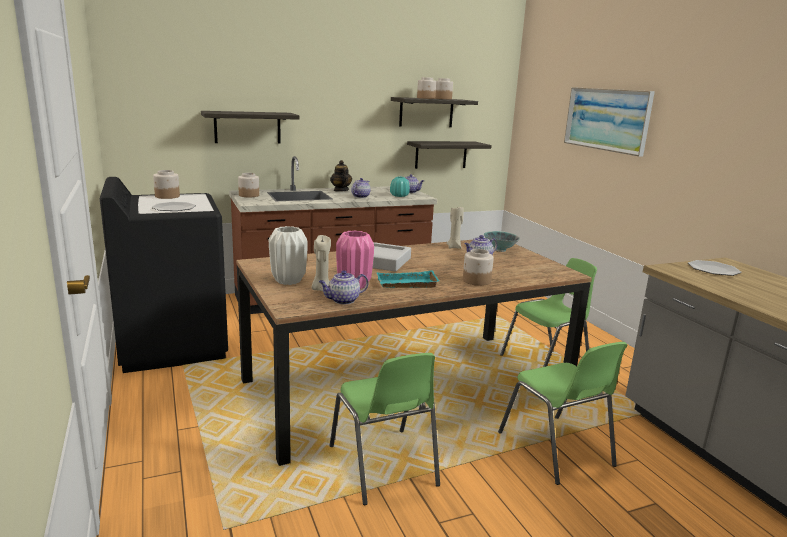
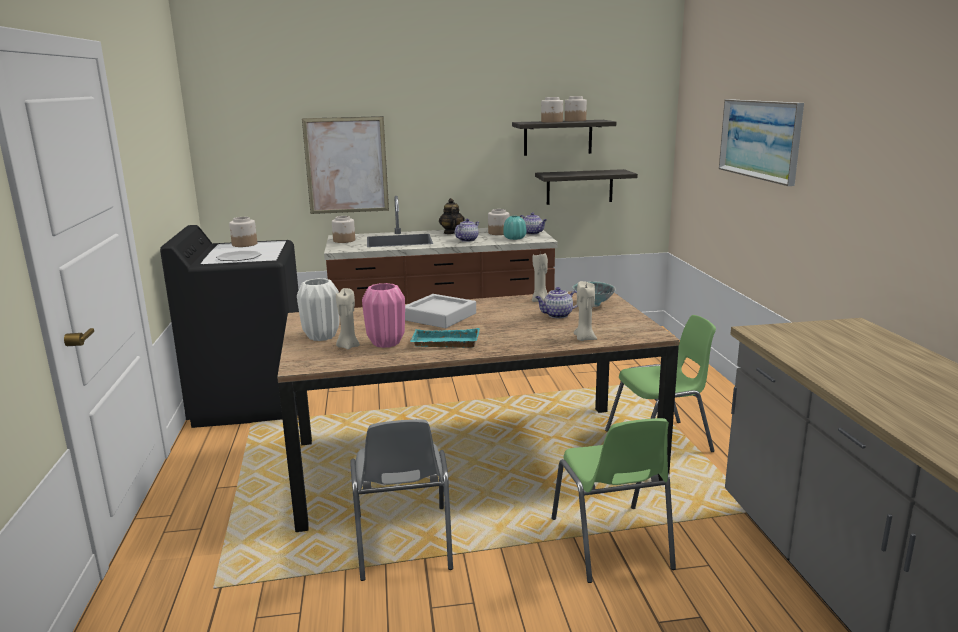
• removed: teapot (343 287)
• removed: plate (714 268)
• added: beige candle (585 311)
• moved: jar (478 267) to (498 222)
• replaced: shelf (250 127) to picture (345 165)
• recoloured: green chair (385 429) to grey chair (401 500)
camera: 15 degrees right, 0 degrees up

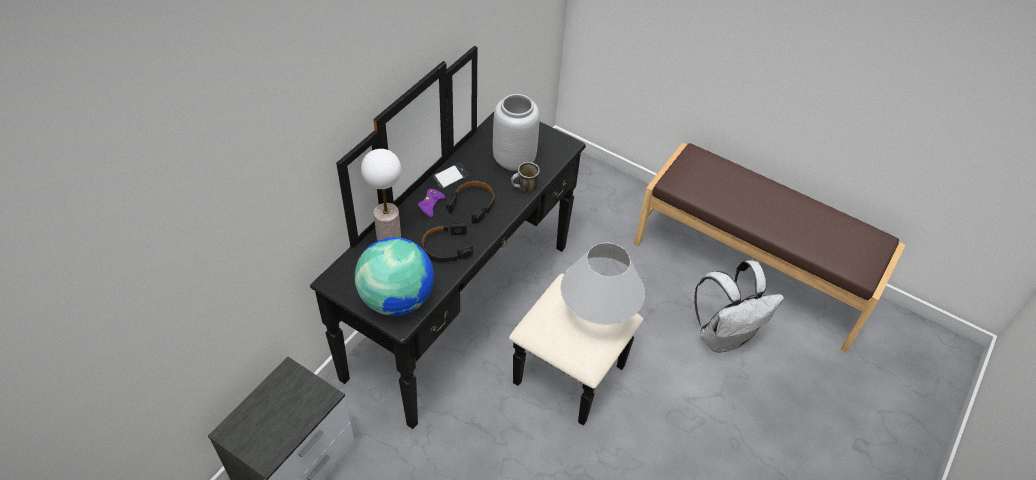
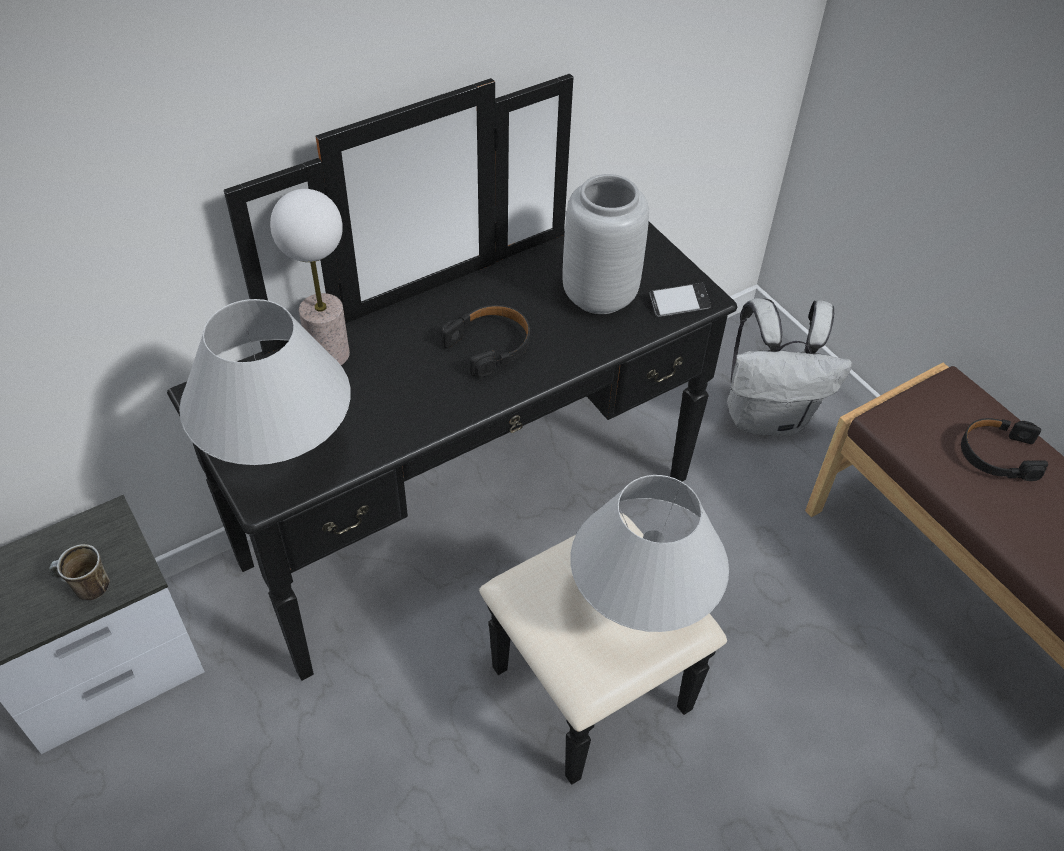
• removed: purple game controller (431 203)
• moved: black headphones (447 242) to (1004 449)
• moved: phone (451 175) to (680 300)
• moved: mug (525 177) to (79 572)
• moved: white backpack (739 306) to (789 367)
• replaced: globe (394 276) to white table lamp (265 382)
camera: 25 degrees right, 0 degrees up

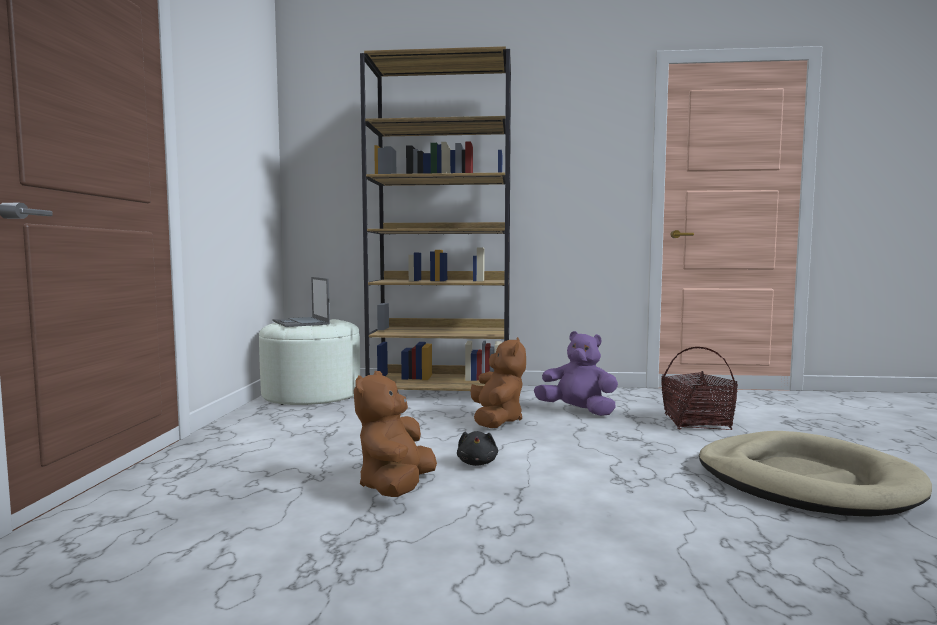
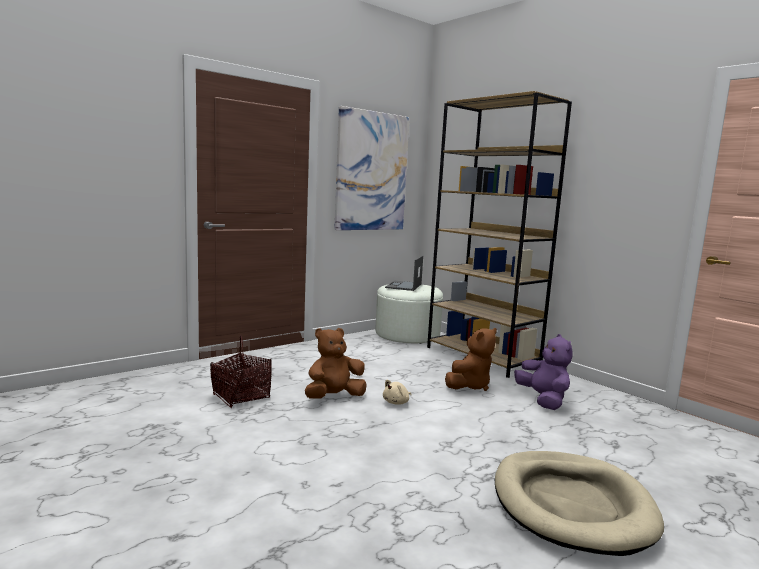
• added: picture (372 168)
• moved: basket (699 388) to (241 371)
• recoloured: black plush toy (477 448) to beige plush toy (397 392)
camera: 45 degrees right, 5 degrees up

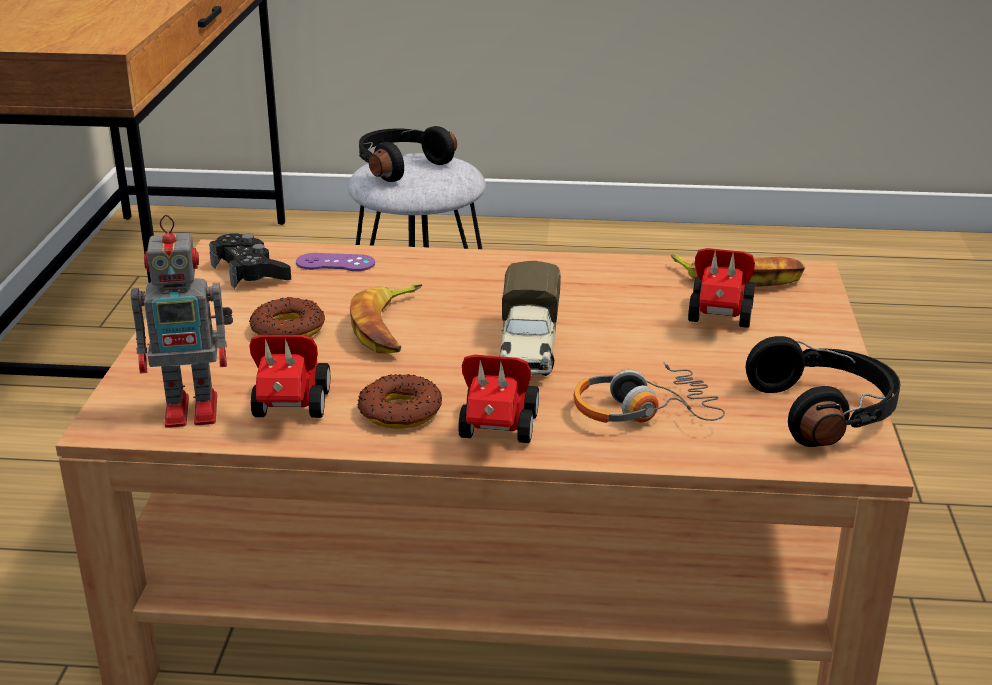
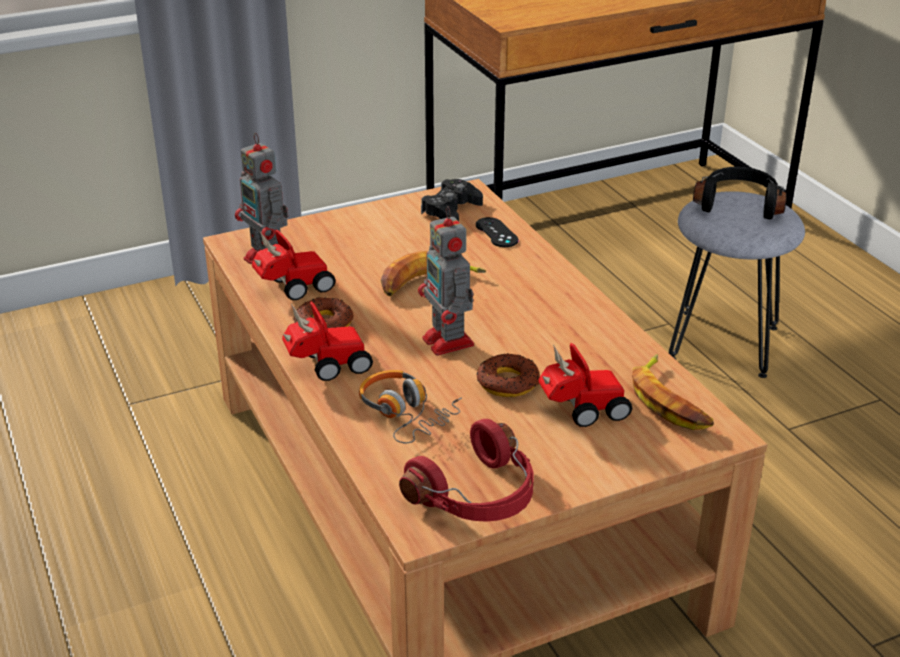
• moved: donut (287 317) to (508 375)
• replaced: toy truck (530 318) to toy robot (446 281)
• recoloured: purple game controller (335 262) to black game controller (497 232)
• recoloured: black headphones (823 391) to red headphones (466 470)
camera: 60 degrees right, 5 degrees up

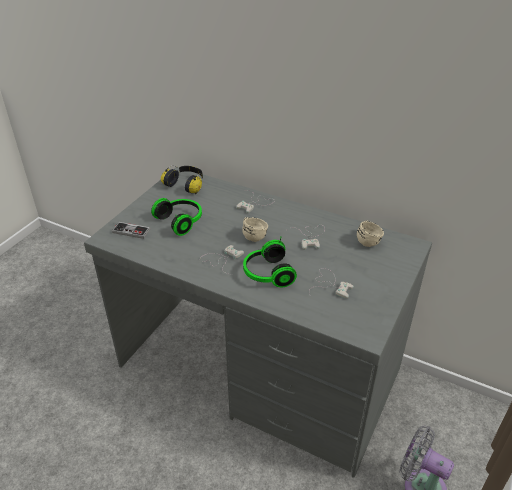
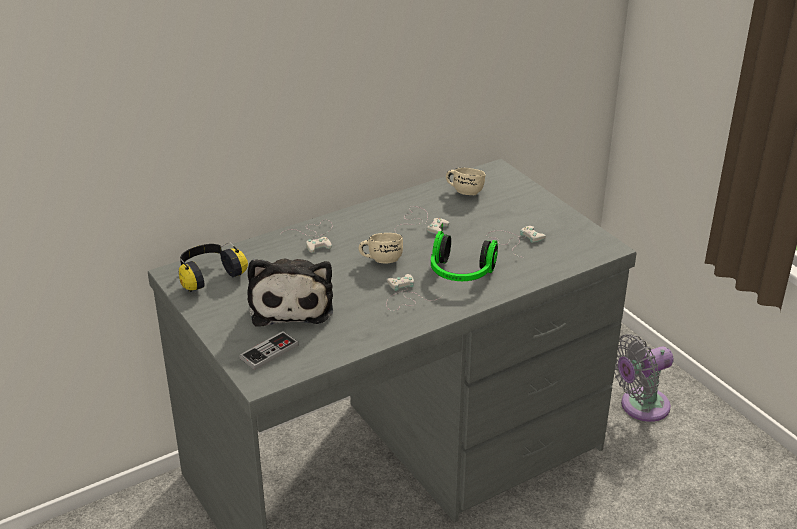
• replaced: headphones (176 217) to plush toy (290 292)
camera: 60 degrees left, 5 degrees down

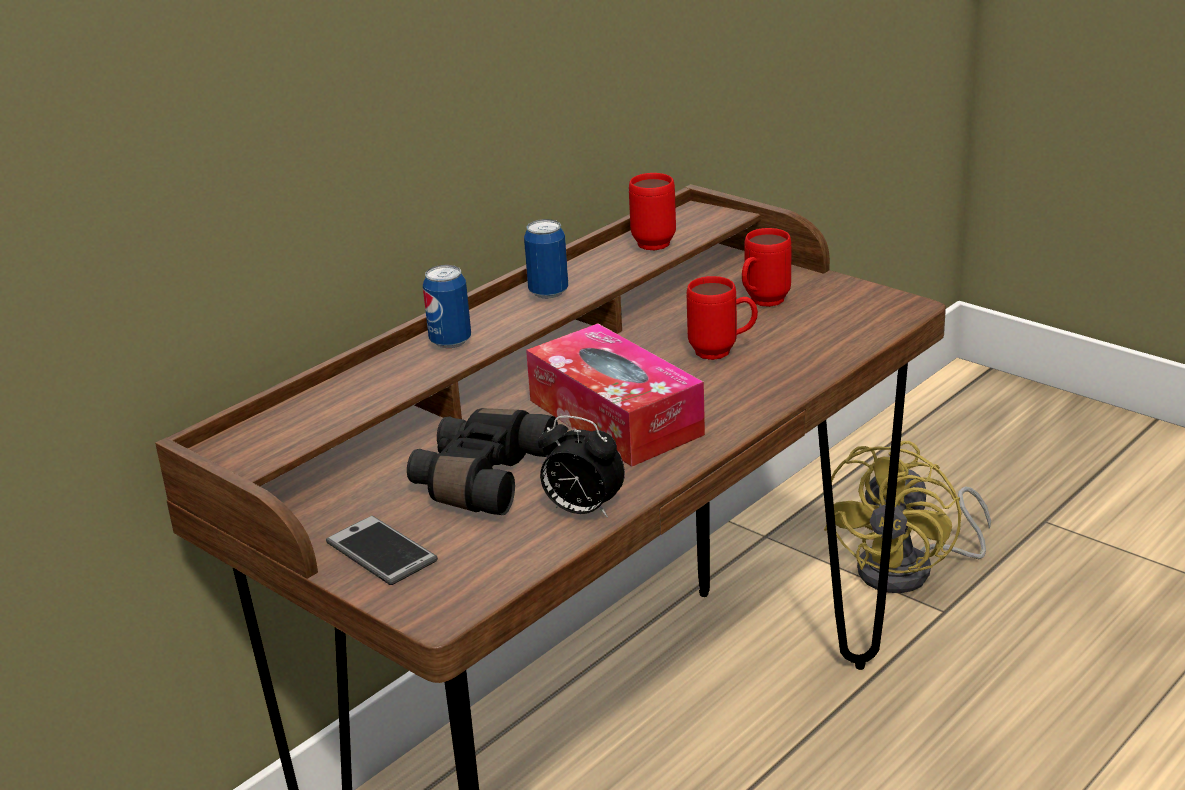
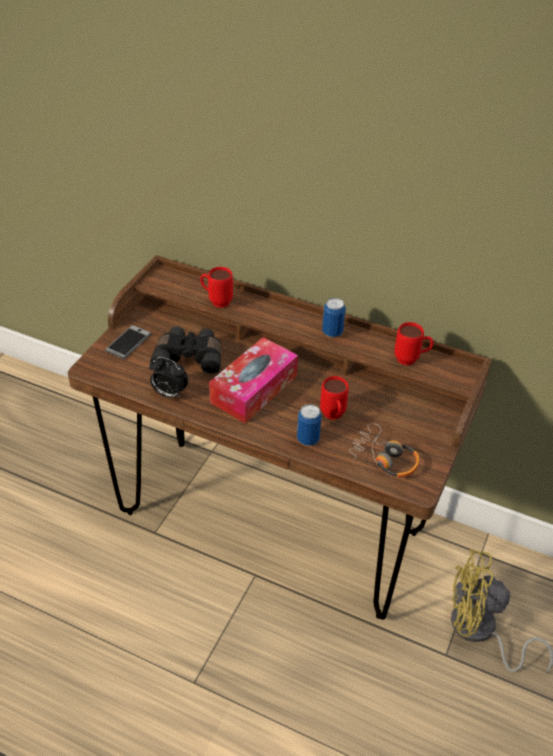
• added: headphones (384 450)
• moved: can (447 306) to (309 425)
• moved: red mug (766 267) to (216 287)
• turned: alarm clock (581 467) = (169 378) 75 degrees counterclockwise
camera: 70 degrees right, 15 degrees up

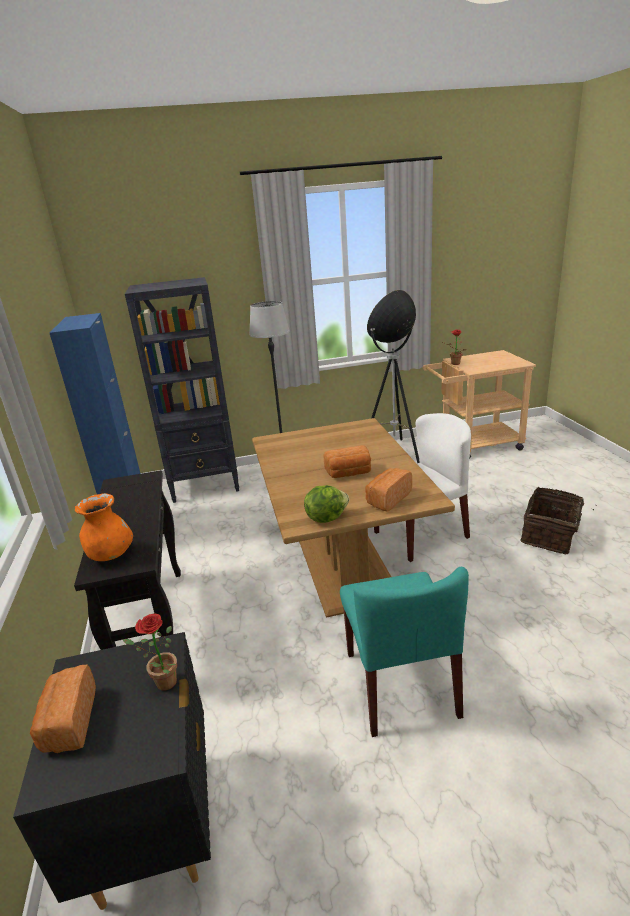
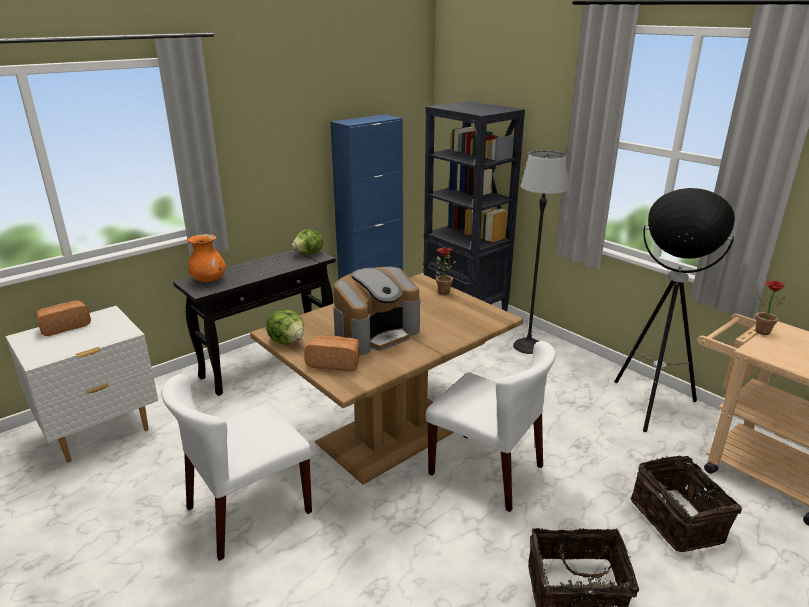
• added: lettuce (307 241)
• added: basket (686 504)
• moved: potted plant (149 652) to (445 271)
• replaced: bread (347 461) to coffee machine (376 311)
• recoloured: black nightstand (112 771) to white nightstand (82 384)
• recoloured: turquoise chair (404 652) to white chair (236 467)
camera: 60 degrees right, 0 degrees up

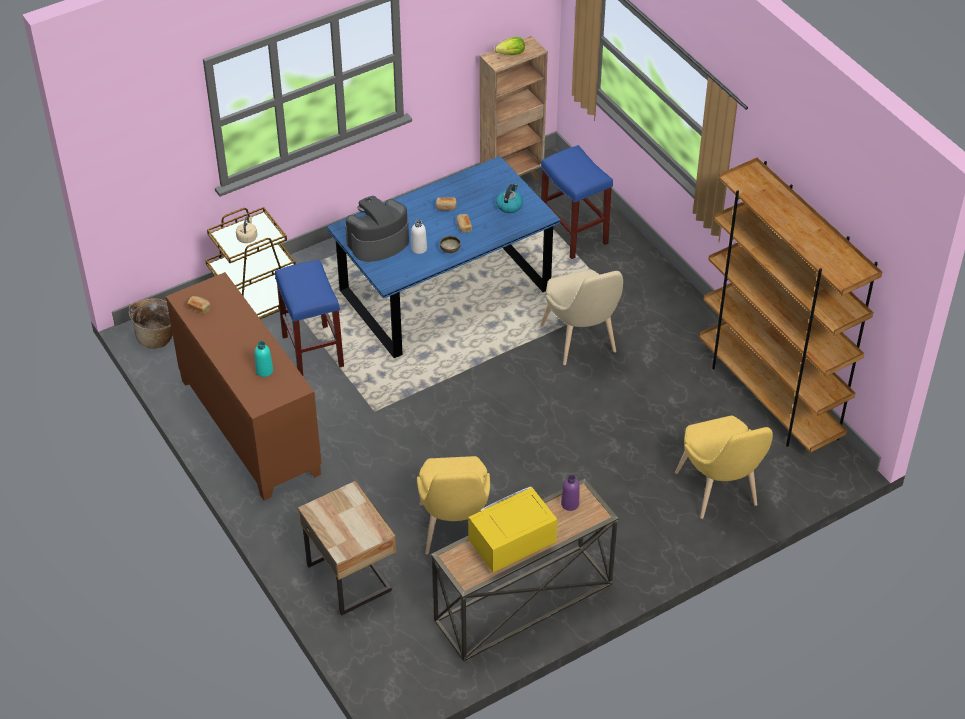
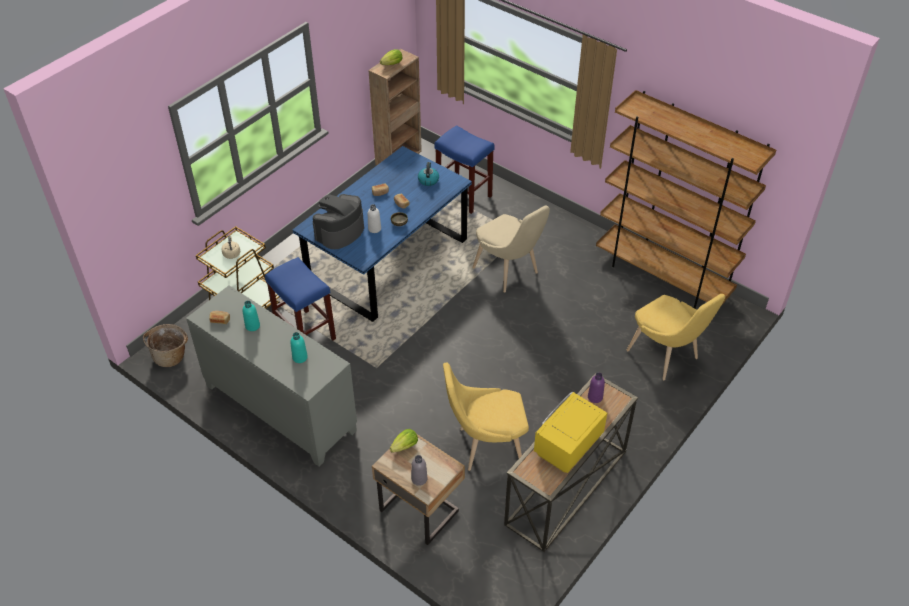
• added: turquoise bottle (251 316)
• added: lettuce (404 441)
• added: grey bottle (419 470)
• recoloured: brown cabinet (244 386) to grey cabinet (271 376)
• turned: yellow chair (453 505) = (486 416) 105 degrees clockwise
camera: 20 degrees left, 0 degrees up

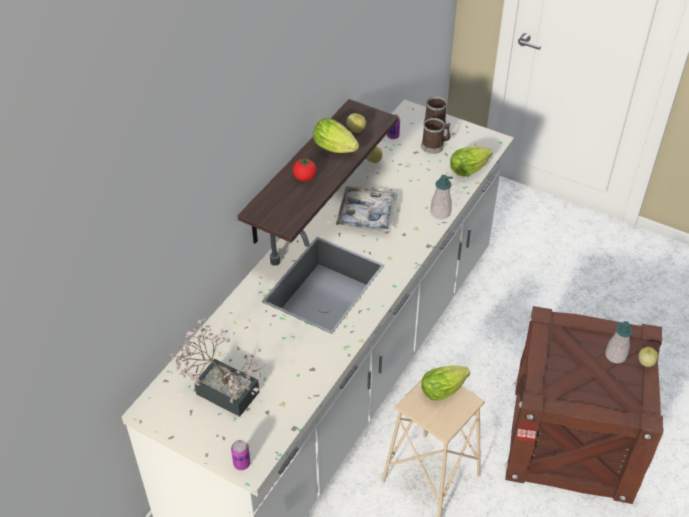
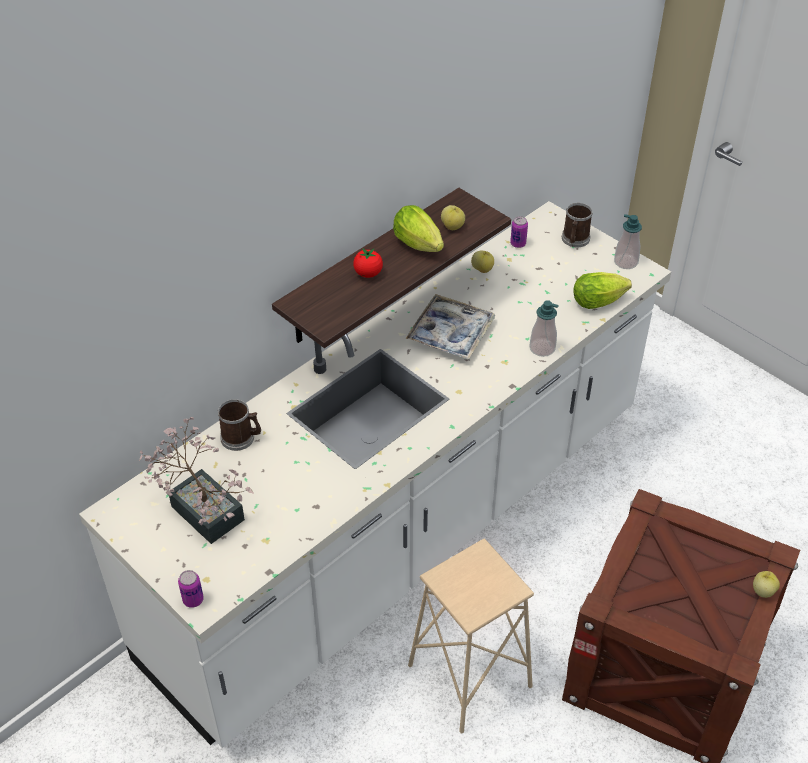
• removed: lettuce (445 383)
• moved: mug (435 136) to (239 425)
• moved: soap dispenser (619 342) to (628 241)
camera: 15 degrees right, 0 degrees up

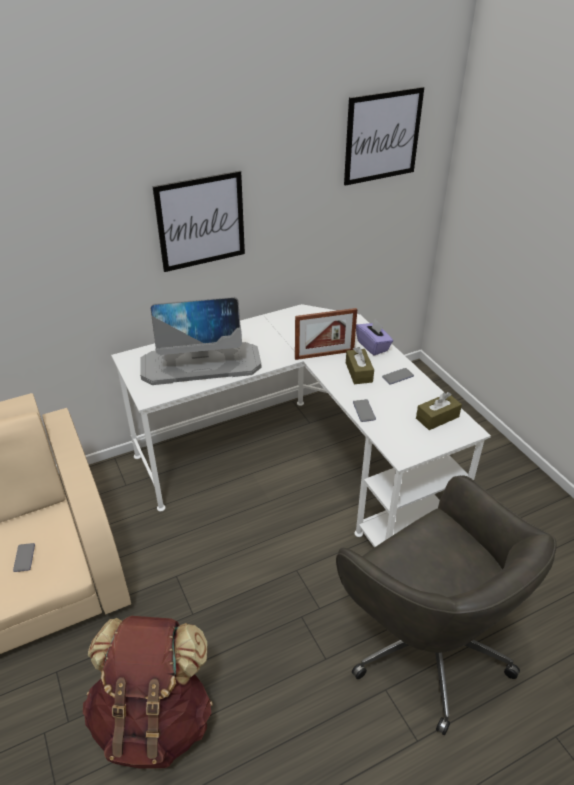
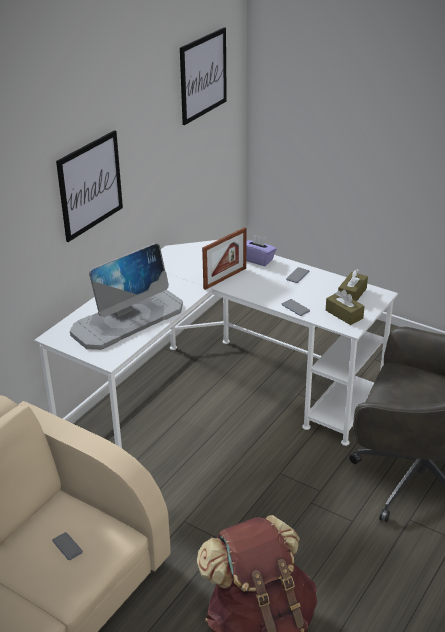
• moved: brown tissue box (360 365) to (345 307)
camera: 30 degrees left, 5 degrees down

